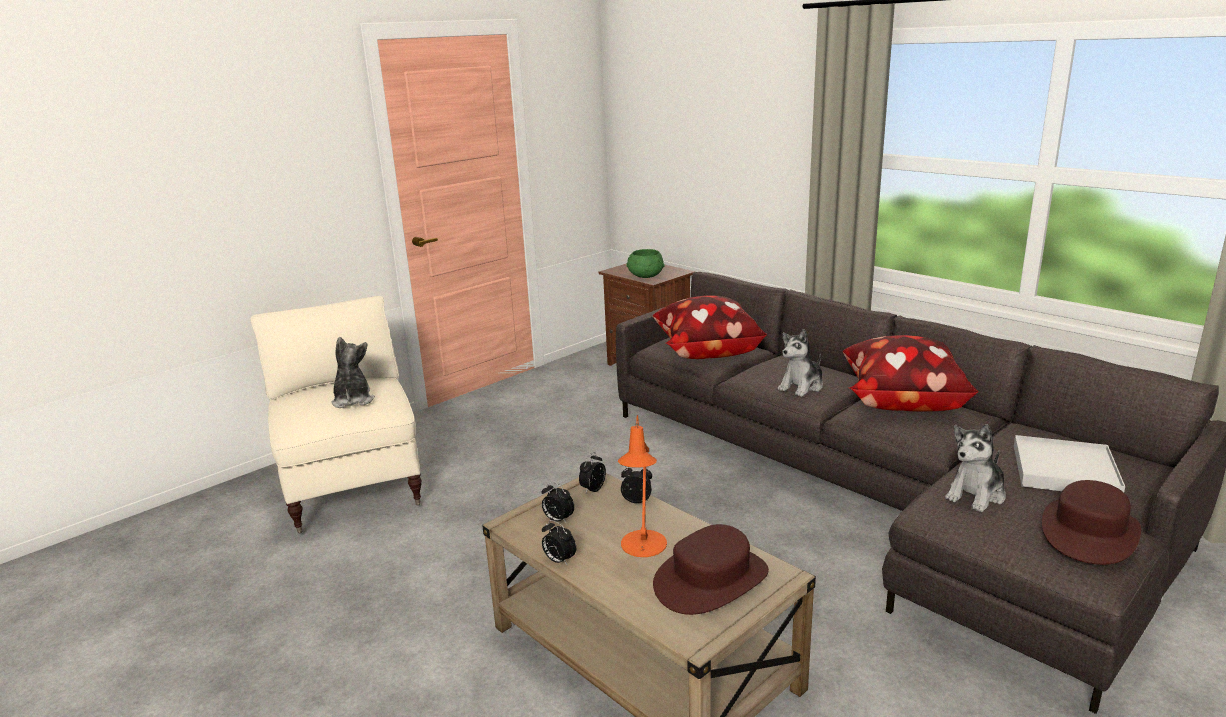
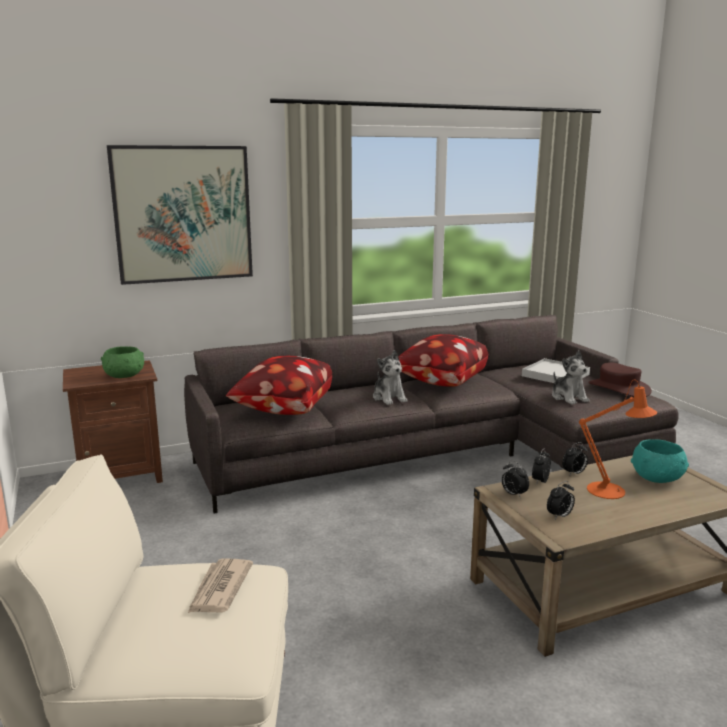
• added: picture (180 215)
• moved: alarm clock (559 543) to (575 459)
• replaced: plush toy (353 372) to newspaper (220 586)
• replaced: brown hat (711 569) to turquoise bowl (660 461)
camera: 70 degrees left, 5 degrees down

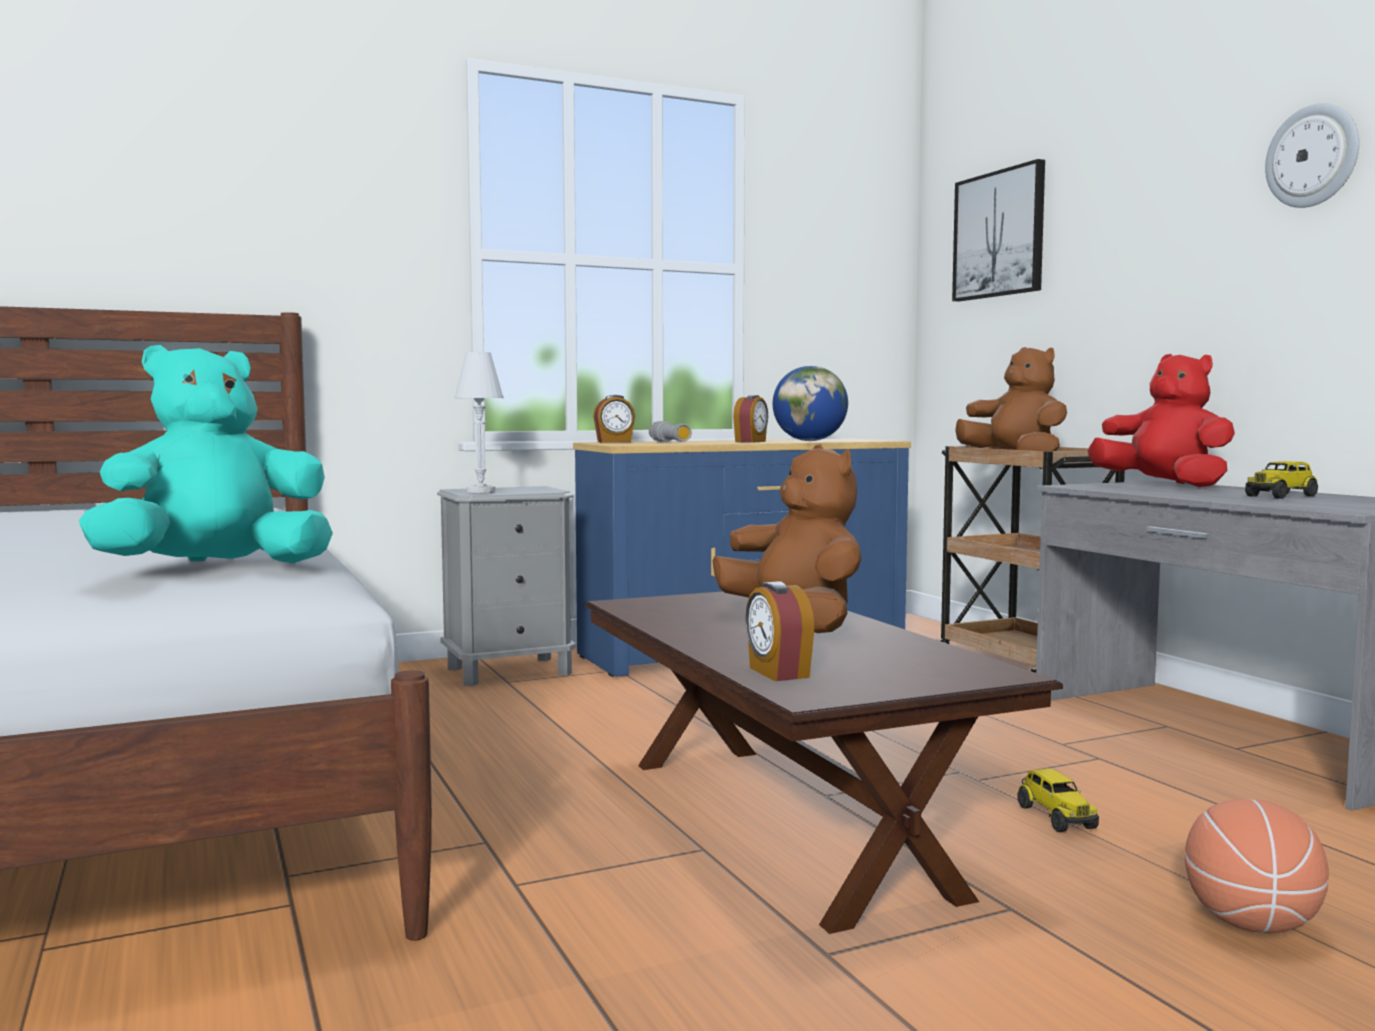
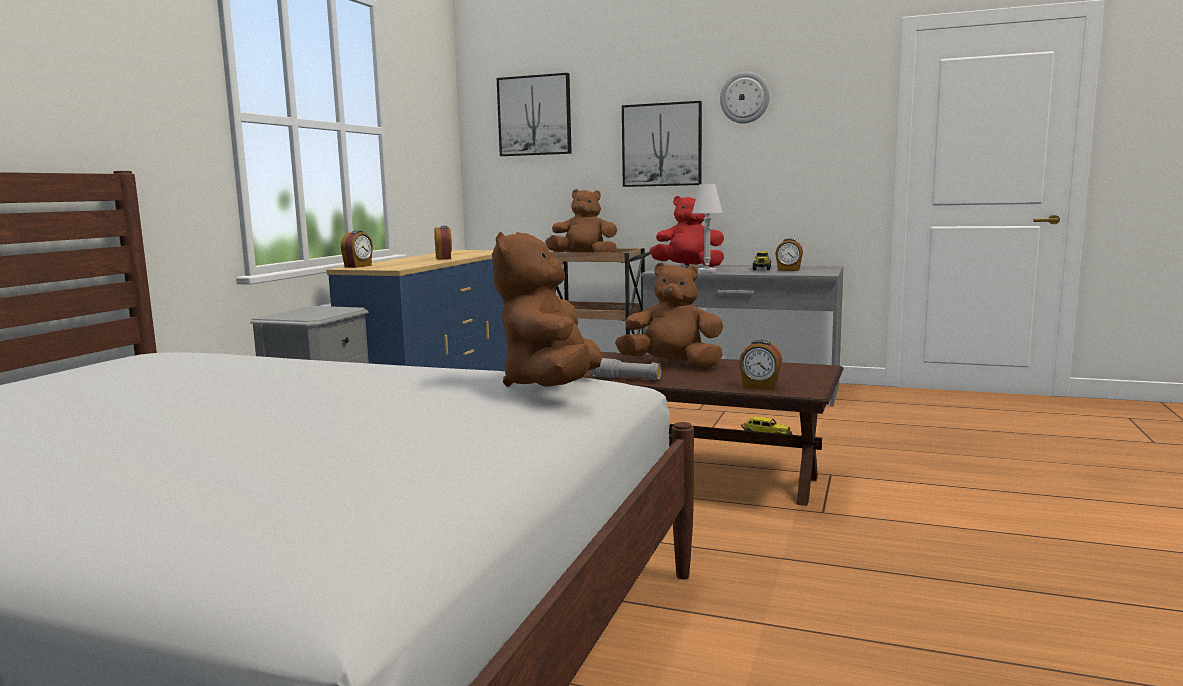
• removed: globe (810 403)
• removed: basketball (1257 866)
• added: picture (662 144)
• added: alarm clock (789 254)
• moved: white table lamp (479 422) to (707 228)
• moved: grey flashlight (670 431) to (625 369)
• recoloured: turquoise plush toy (206 454) to brown plush toy (547 309)
camera: 45 degrees left, 5 degrees up

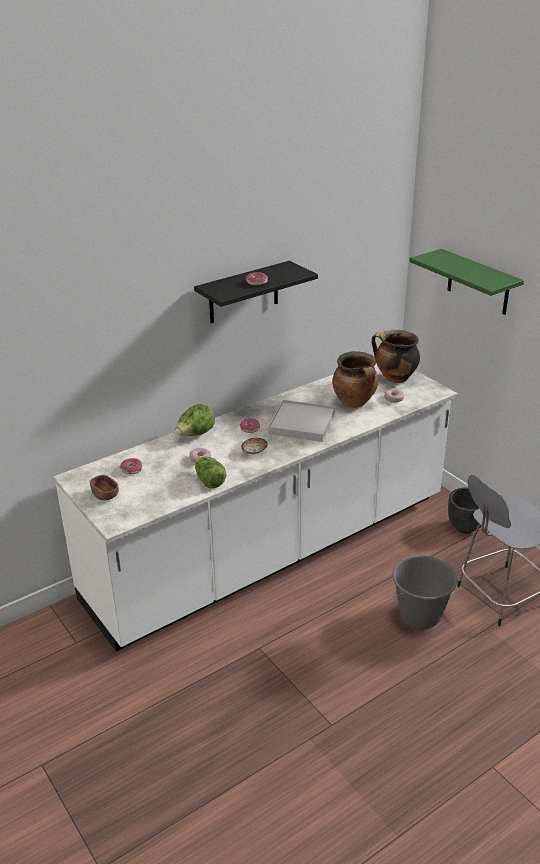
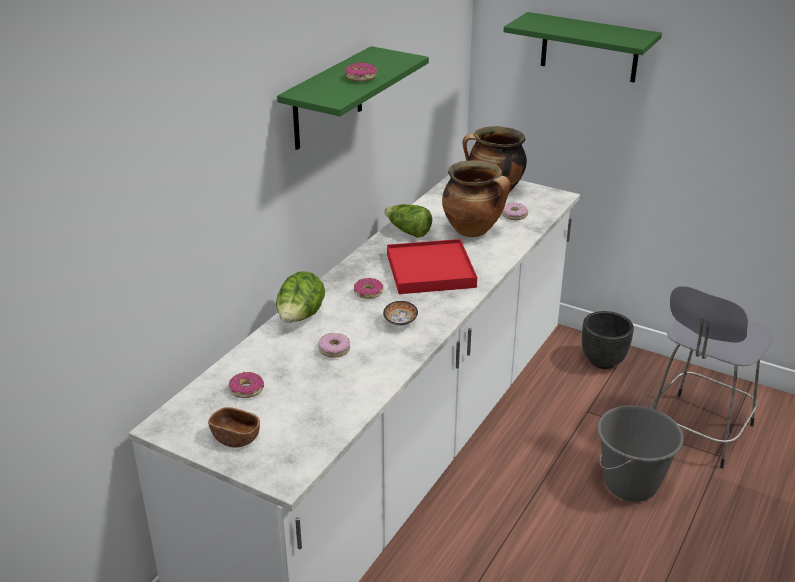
• moved: lettuce (210 472) to (408 221)
• recoloured: black shelf (256 292) to green shelf (353 98)
• recoloured: white tray (301 421) to red tray (432 266)
camera: 25 degrees left, 0 degrees up

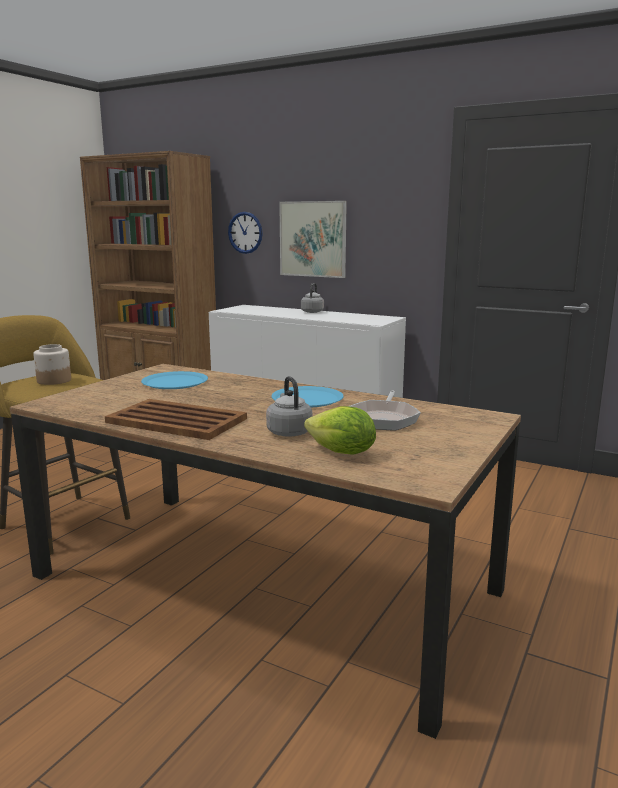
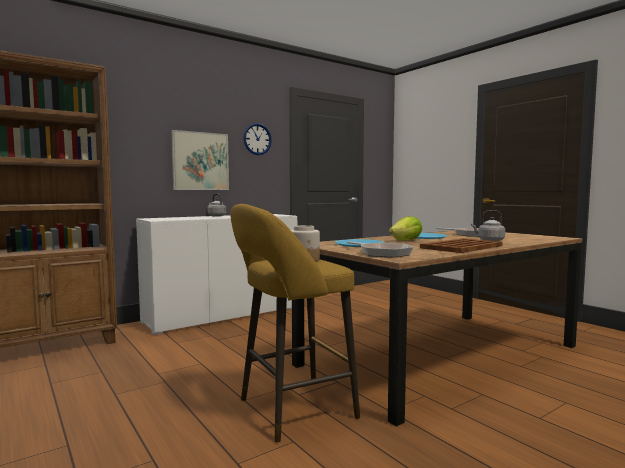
• added: frying pan (380 249)
• moved: wall clock (245 233) to (257 139)
• moved: lettuce (340 430) to (405 228)
camera: 65 degrees left, 10 degrees down

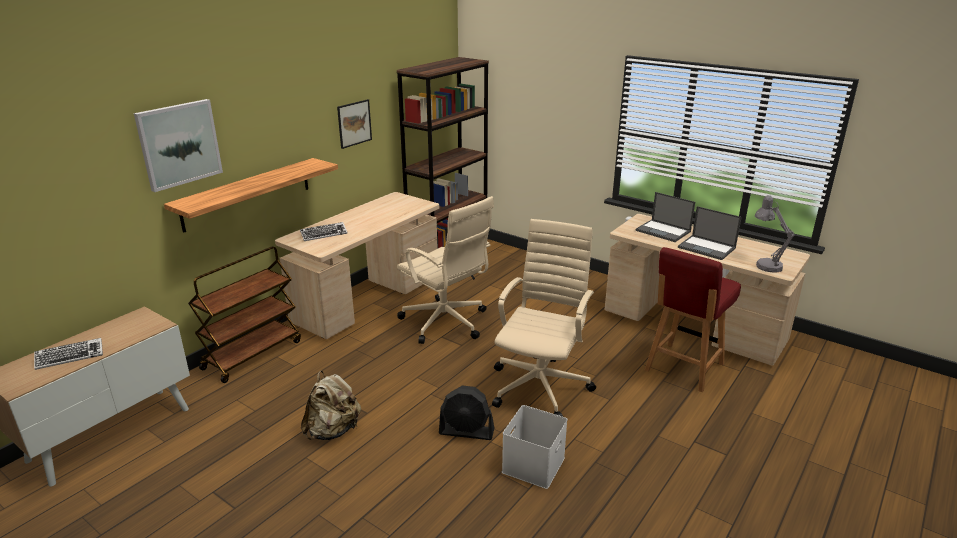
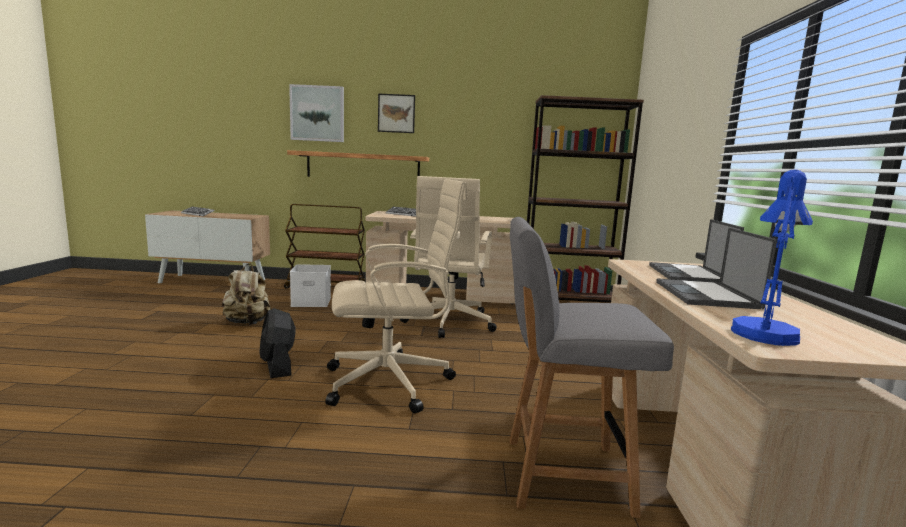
• moved: picture (354 124) to (396 113)
• moved: white storage box (535 447) to (310 285)
• recoloured: red chair (693 319) to grey chair (591 367)
• recoloured: grey table lamp (775 234) to blue table lamp (772 258)
camera: 55 degrees right, 15 degrees down

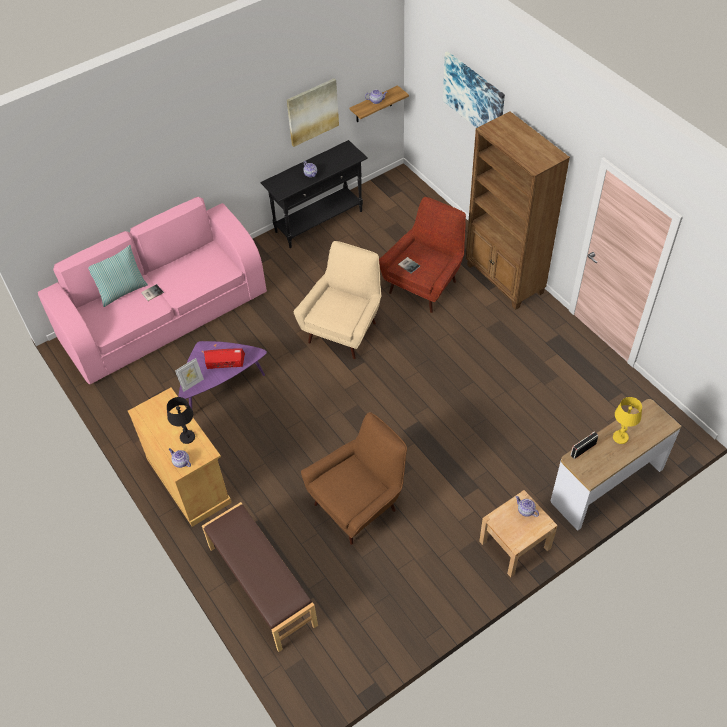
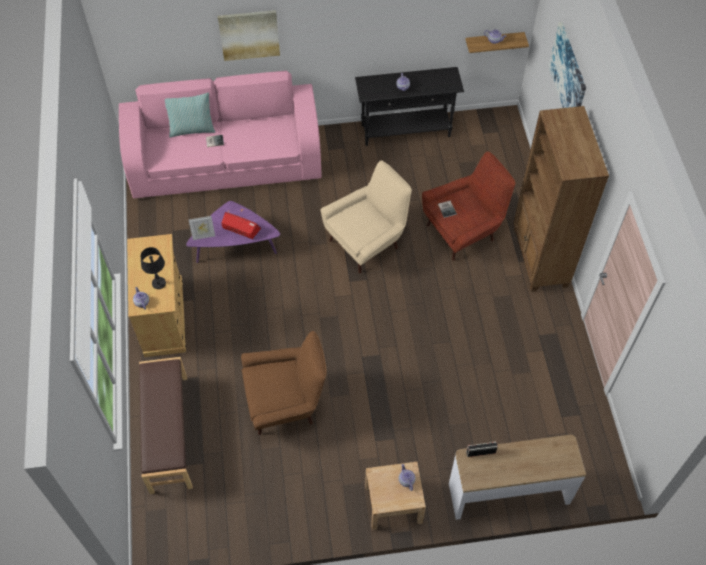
• removed: yellow table lamp (627 420)
• moved: picture (313 112) to (249 35)
camera: 25 degrees right, 5 degrees up

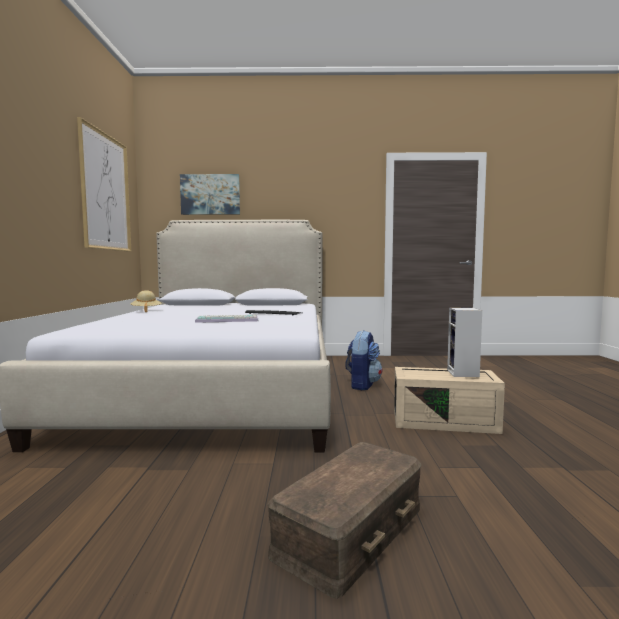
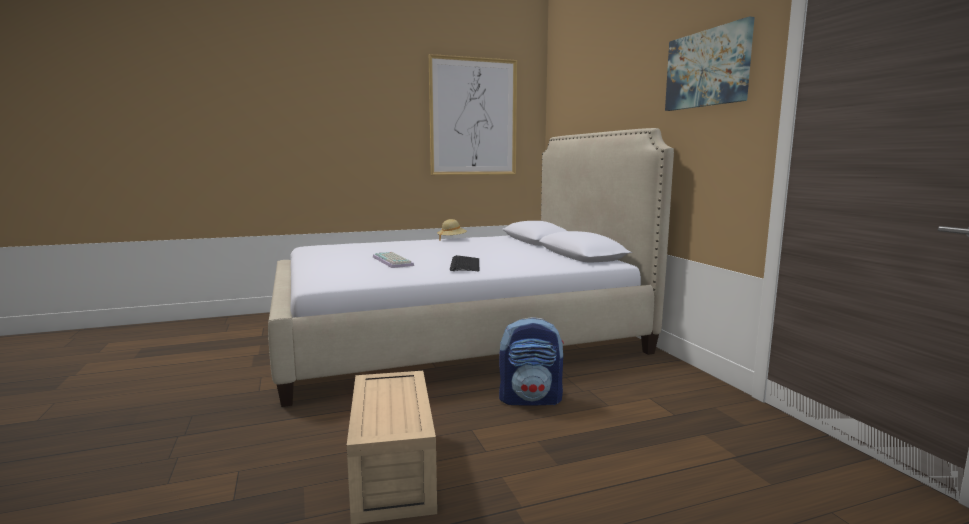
• removed: brown storage box (344 520)
• removed: speaker (464 342)
• moved: picture (210 194) to (710 63)
camera: 70 degrees right, 5 degrees up

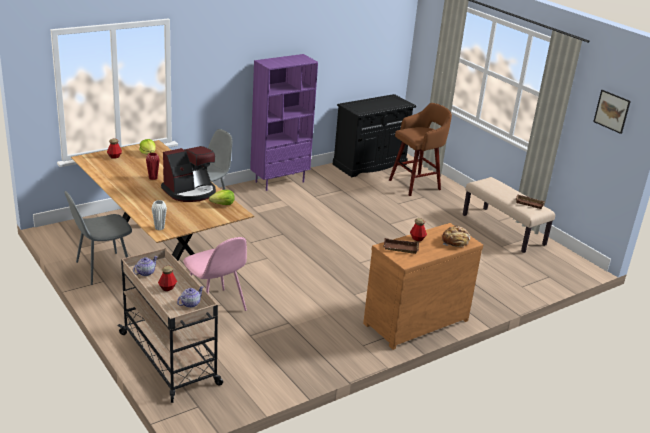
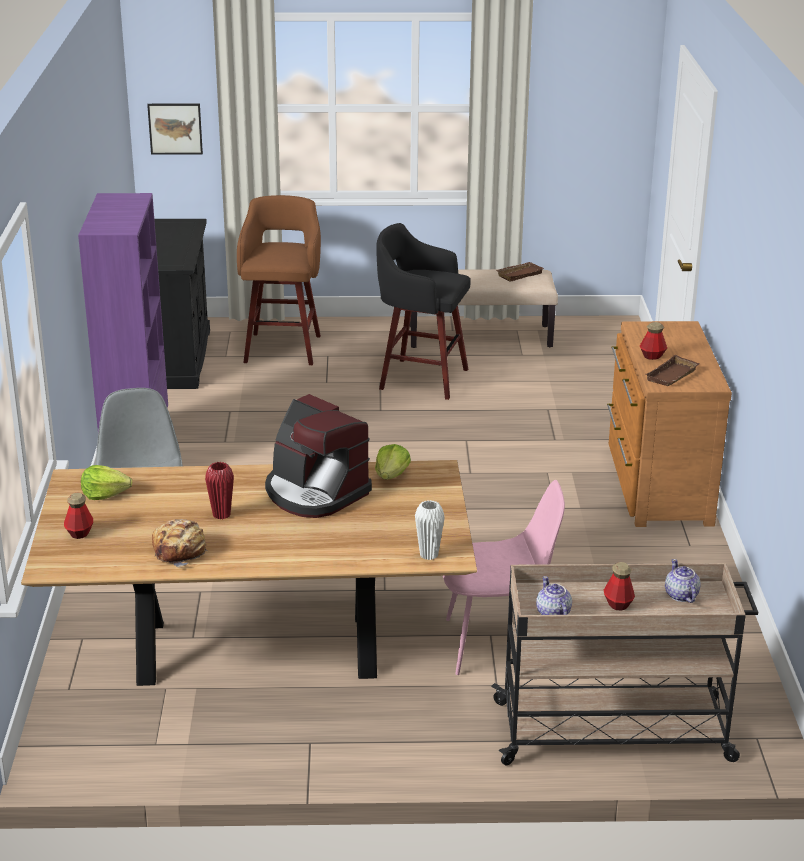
• removed: grey chair (98 238)
• added: black stool (423 311)
• moved: bread (456 237) to (179 543)
• moved: picture (612 112) to (175 129)
• turned: coffee machine (188 174) = (318 456) 135 degrees clockwise
camera: 55 degrees left, 0 degrees up

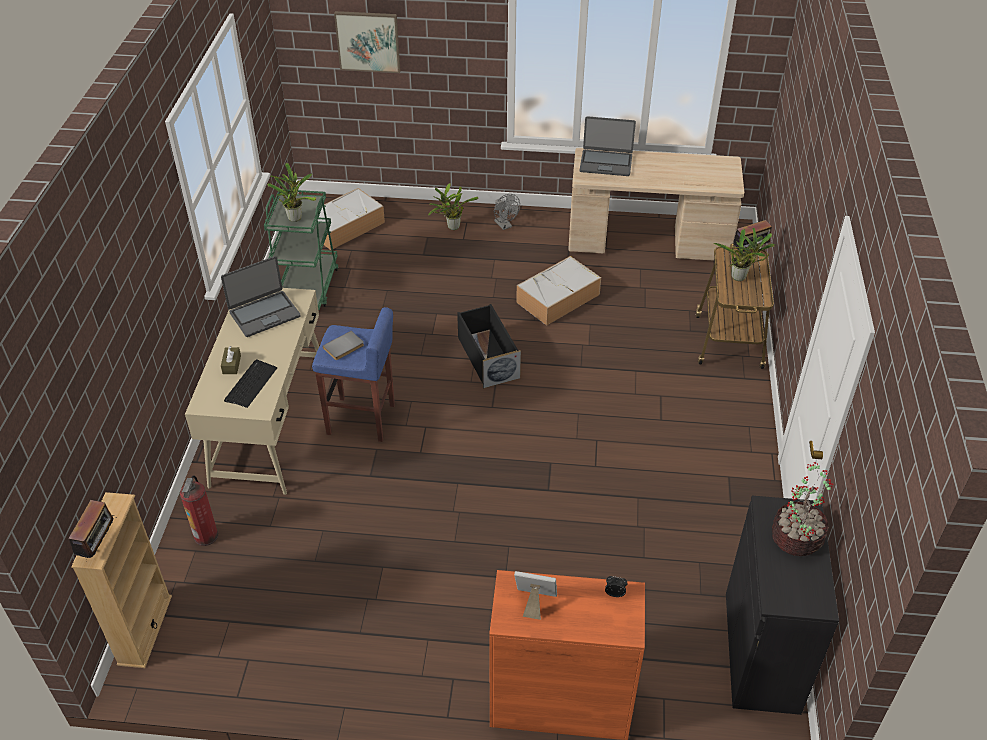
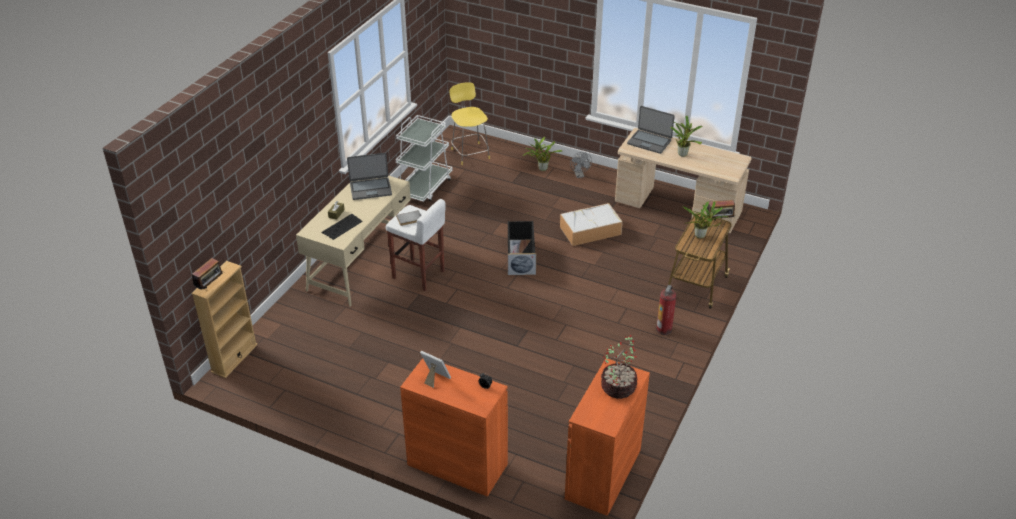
• removed: picture (367 42)
• moved: fire extinguisher (199 511) to (666 310)
• moved: potted plant (292 192) to (686 136)
• replaced: storage box (351 219) to yellow stool (470 123)
• recoloured: green cart (301 249) to white cart (424 158)
• recoloured: blue stool (353 374) to white stool (415 245)
• recoloured: black cabinet (782 605) to orange cabinet (607 437)
camera: 20 degrees right, 5 degrees down

